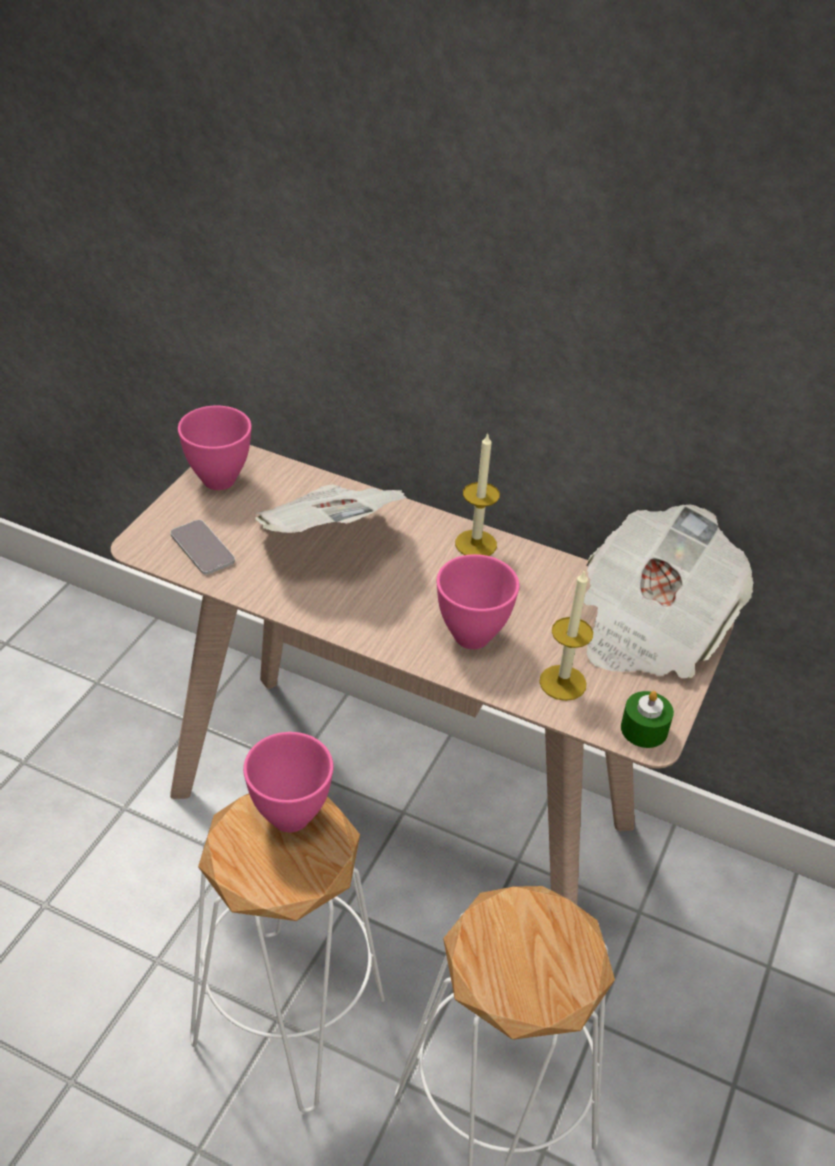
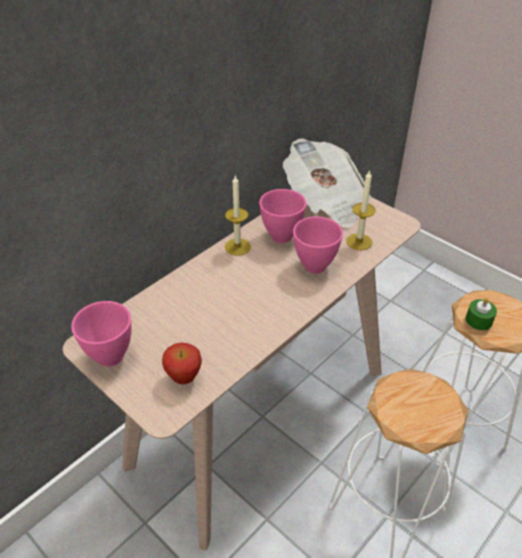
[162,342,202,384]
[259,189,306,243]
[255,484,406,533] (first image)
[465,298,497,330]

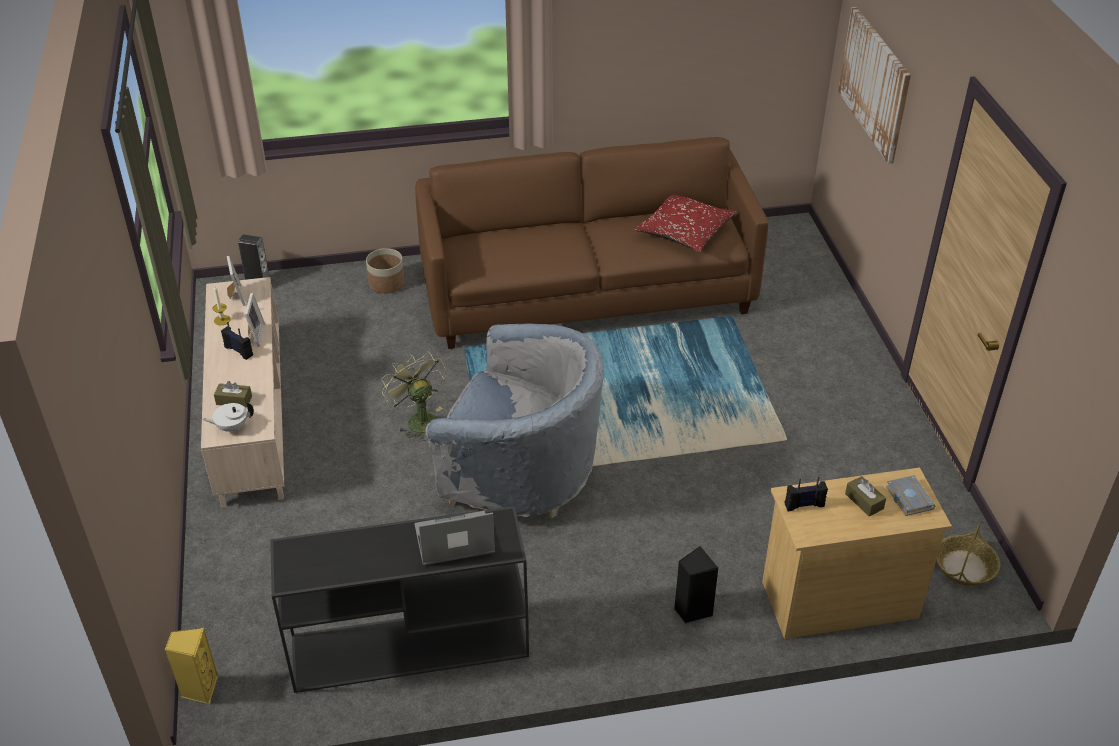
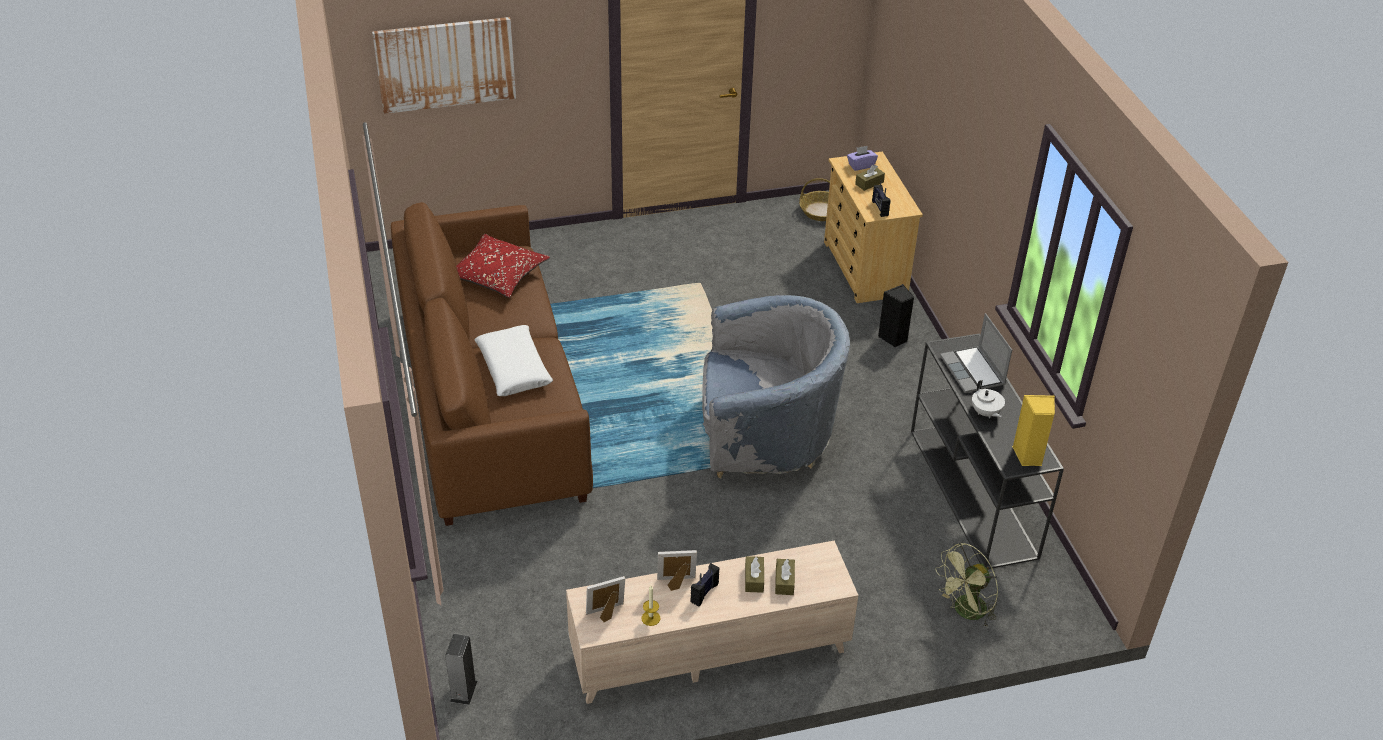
[1012,395,1055,466]
[972,380,1005,418]
[366,248,405,294] (first image)
[935,543,998,626]
[702,295,850,479]
[847,146,878,171]
[475,325,553,396]
[745,556,764,593]

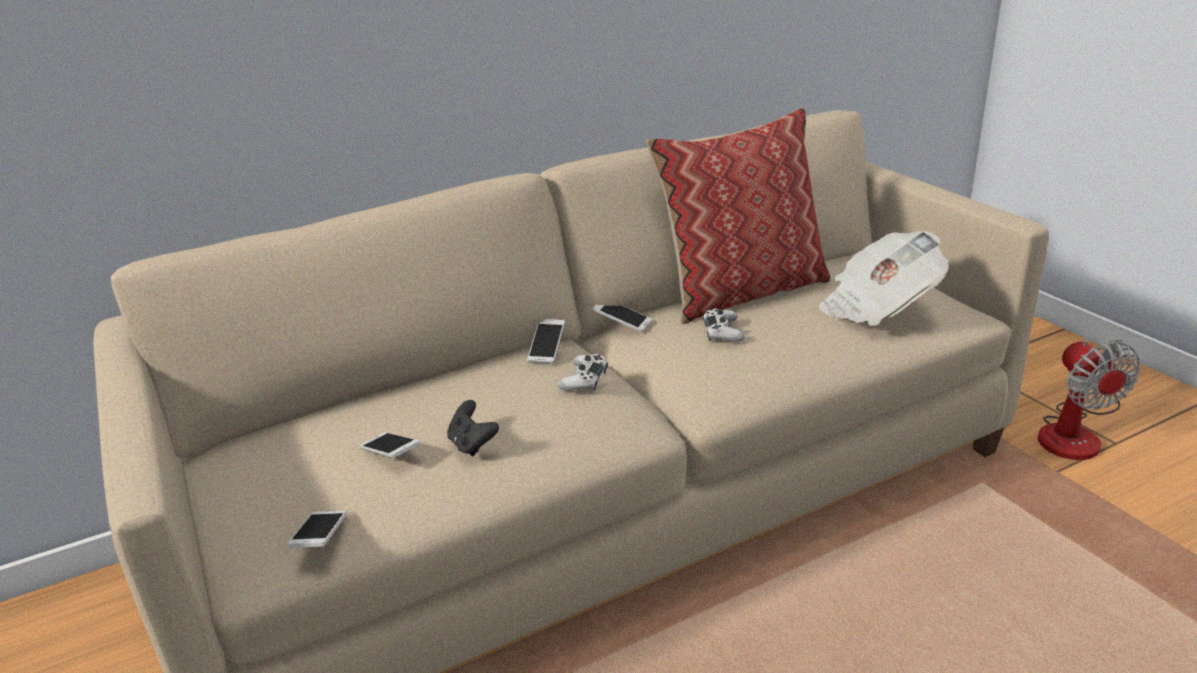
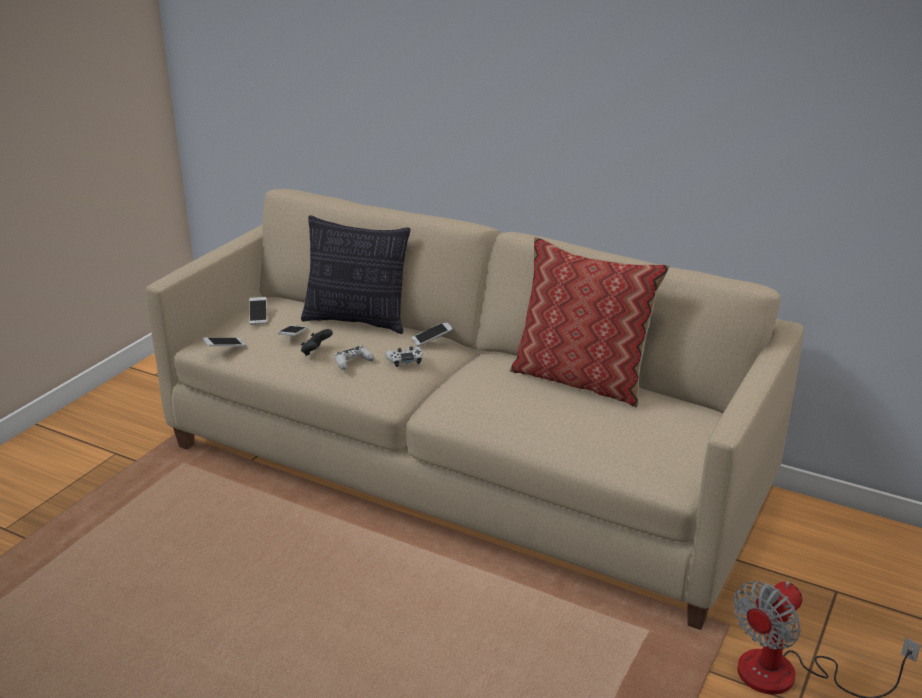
[249,297,267,325]
[335,346,374,370]
[819,231,949,326] (first image)
[301,215,410,334]

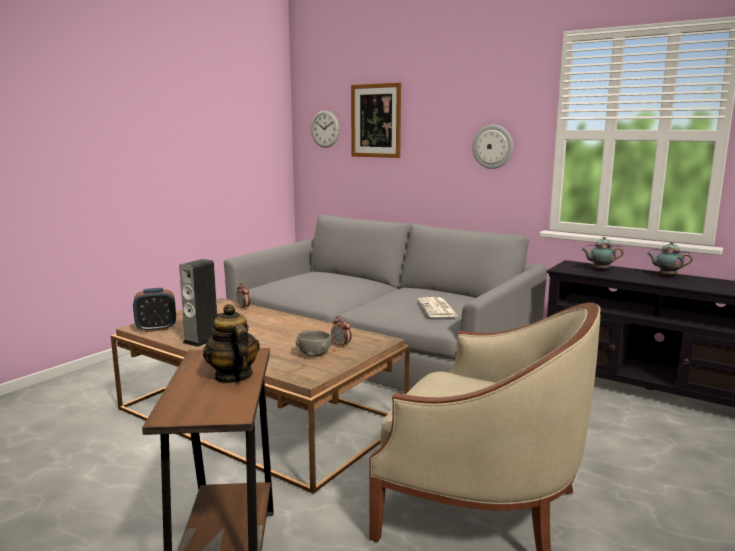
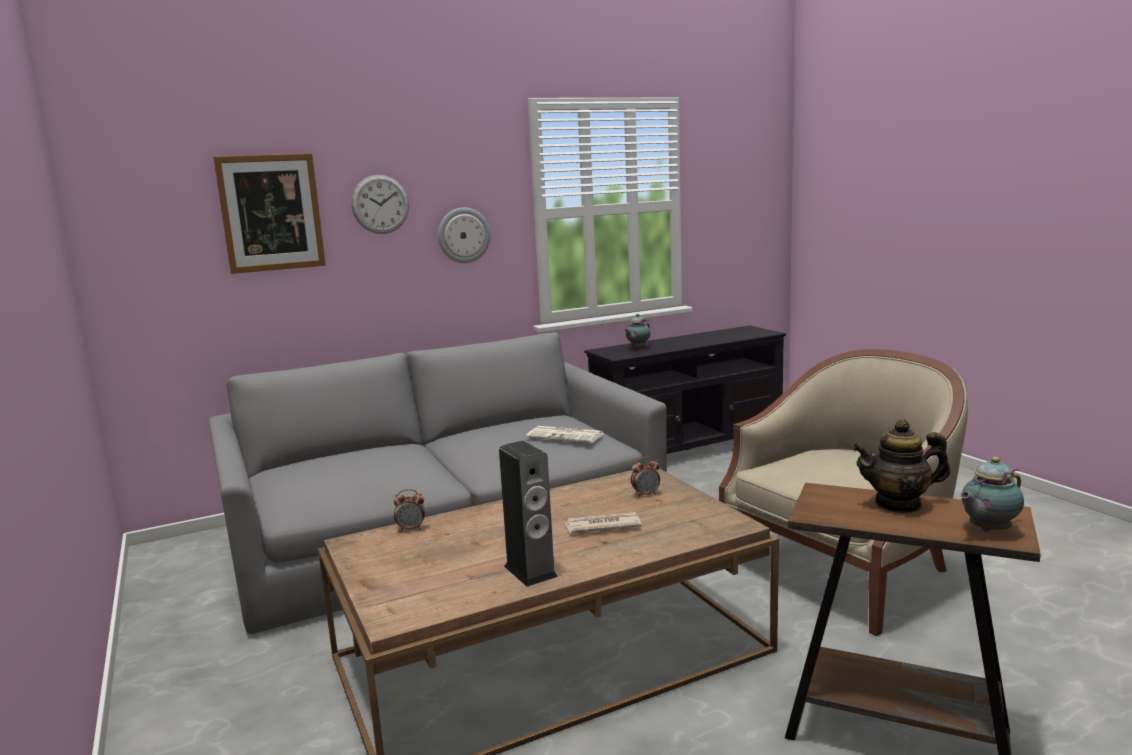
[133,288,176,332] (first image)
[296,330,331,357] (first image)
[351,175,409,234]
[960,457,1024,532]
[565,512,642,533]

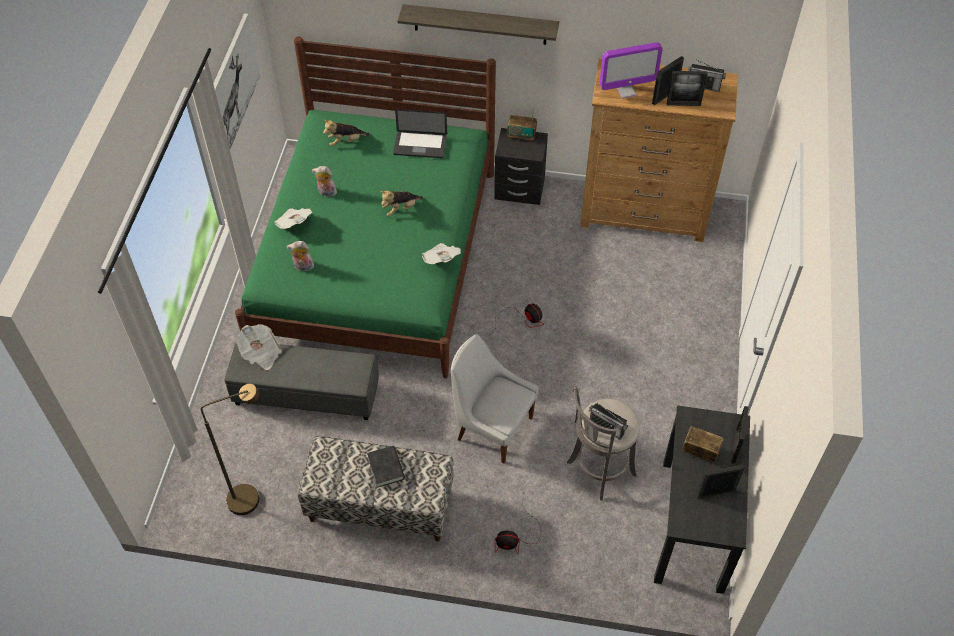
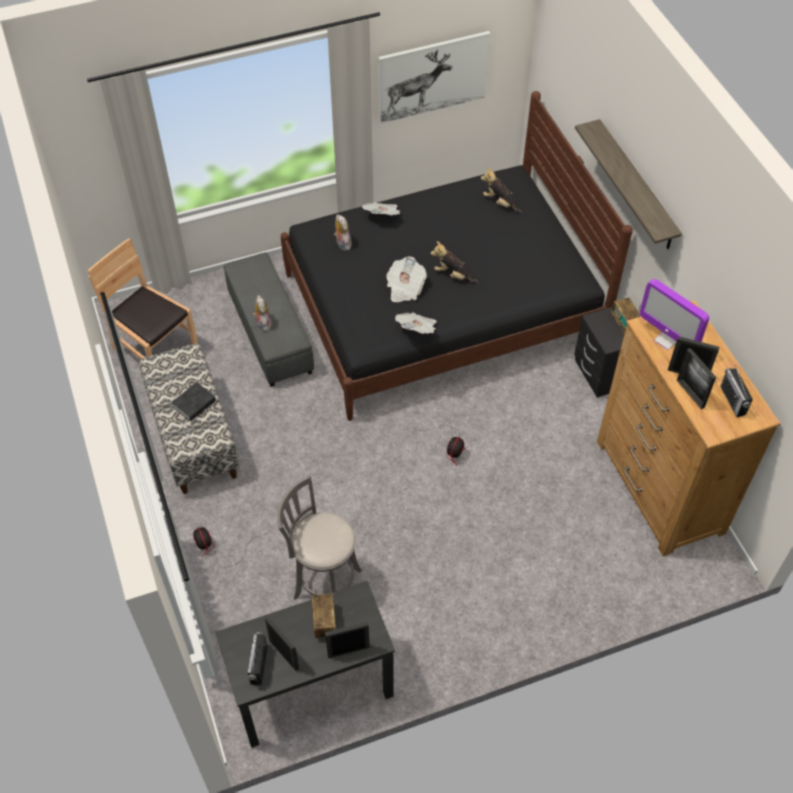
[87,238,198,359]
[280,91,633,421]
[386,256,427,302]
[253,295,272,331]
[393,109,447,158] (first image)
[451,334,539,463] (first image)
[248,632,267,685]

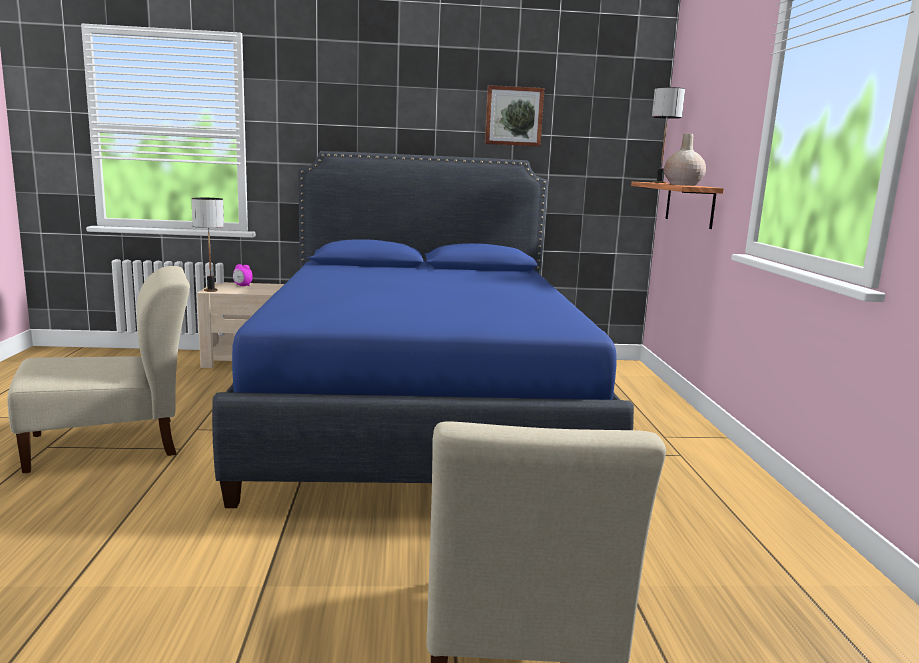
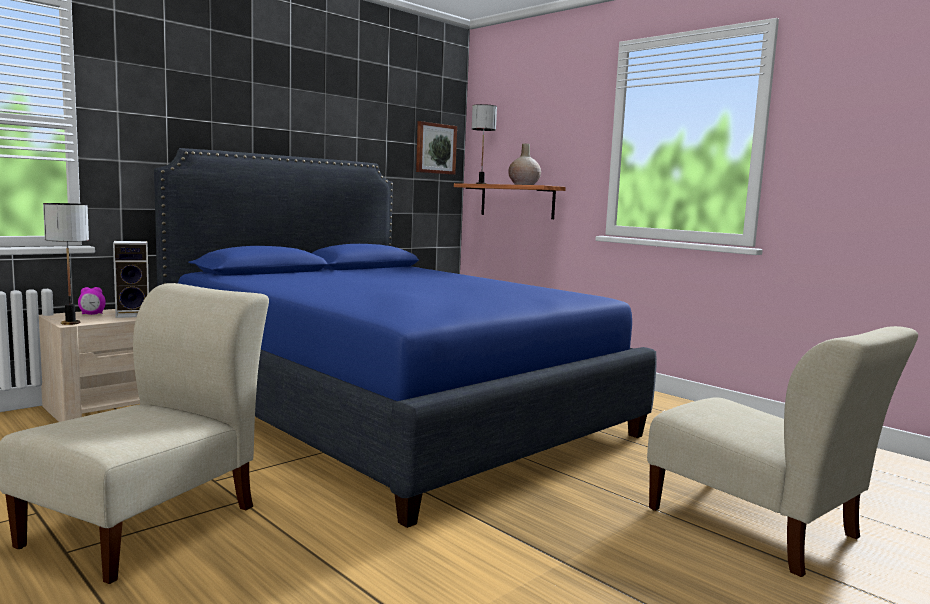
[416,121,457,175]
[113,241,149,318]

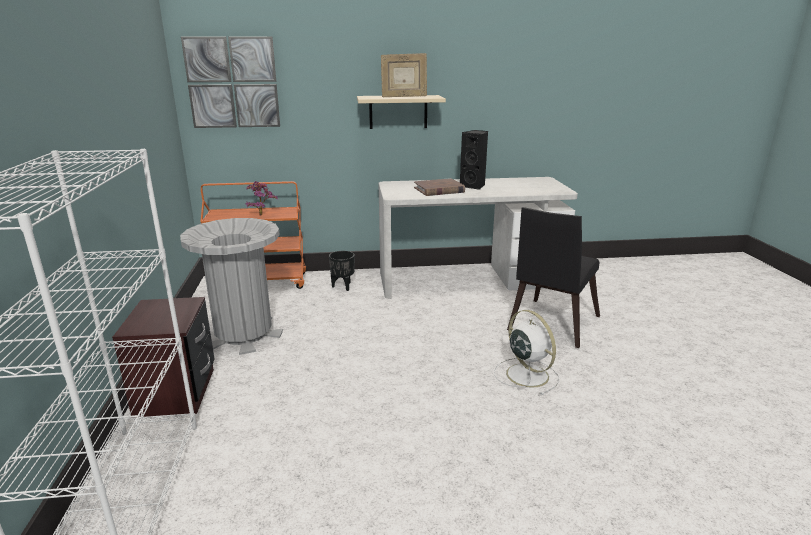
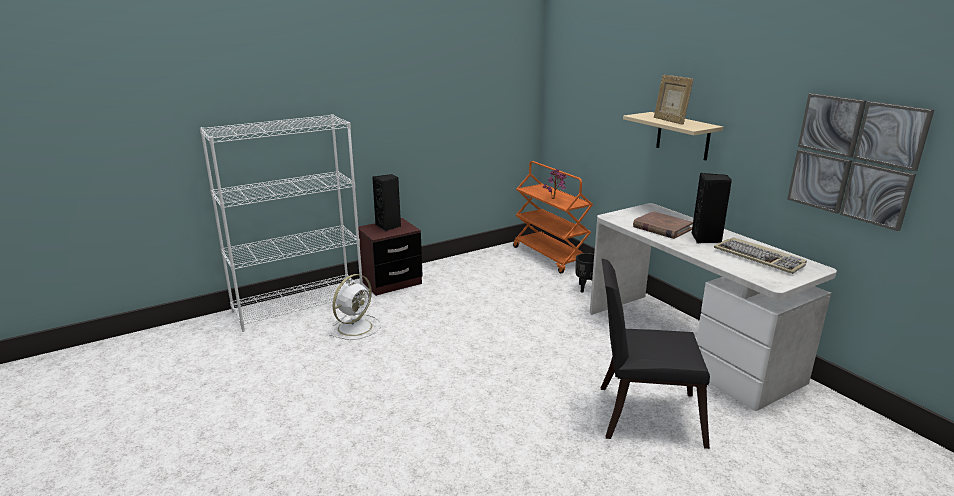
[180,218,283,355] (first image)
[787,93,934,231]
[329,274,381,340]
[372,174,401,231]
[714,237,807,274]

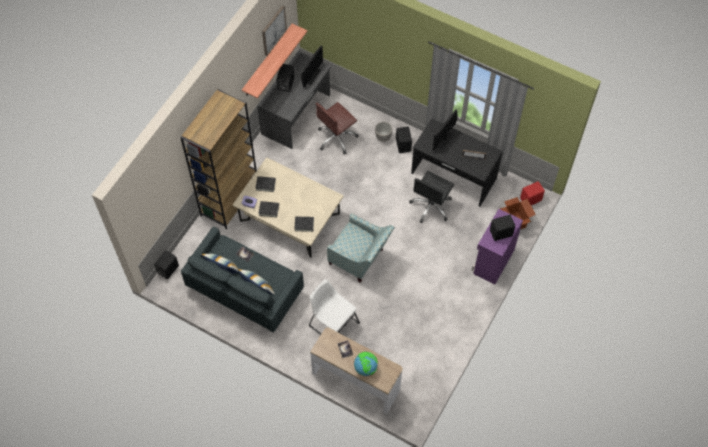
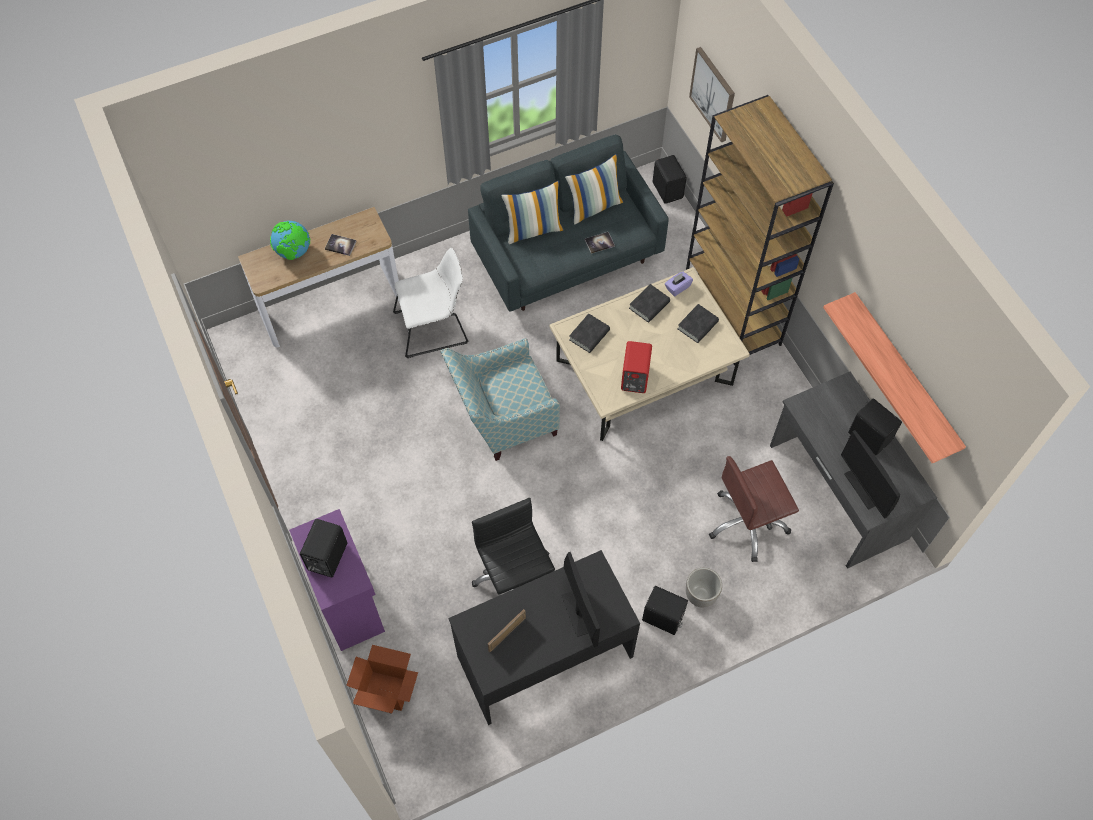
[689,47,735,142]
[709,456,799,562]
[621,341,652,393]

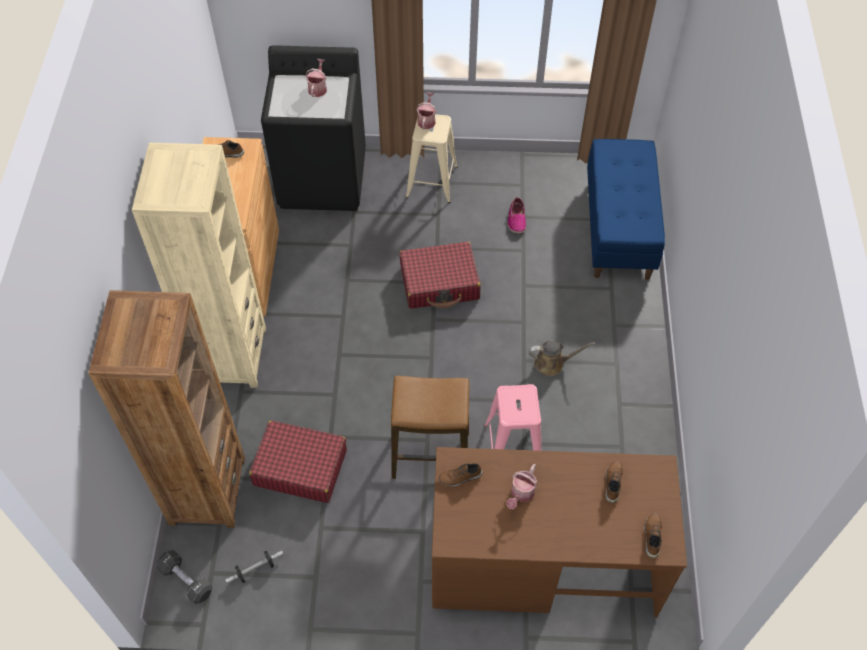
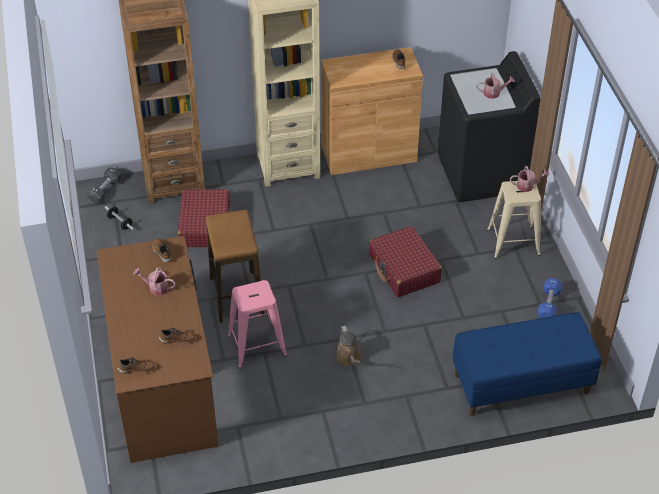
[508,197,526,233] (first image)
[537,278,562,318]

